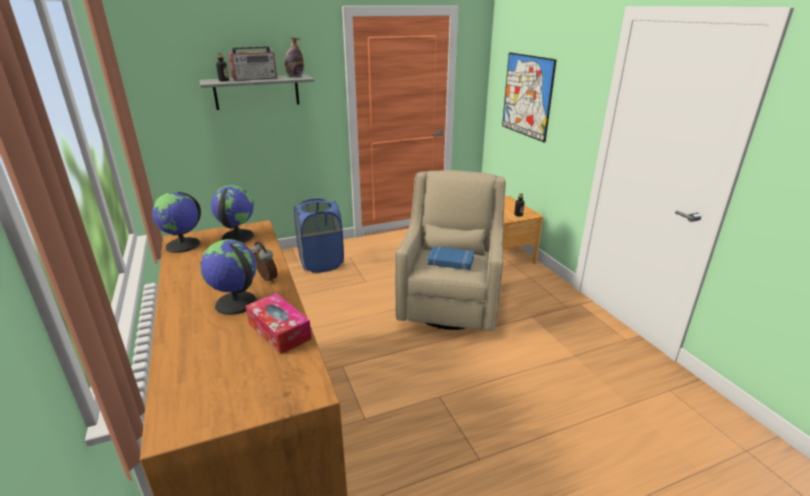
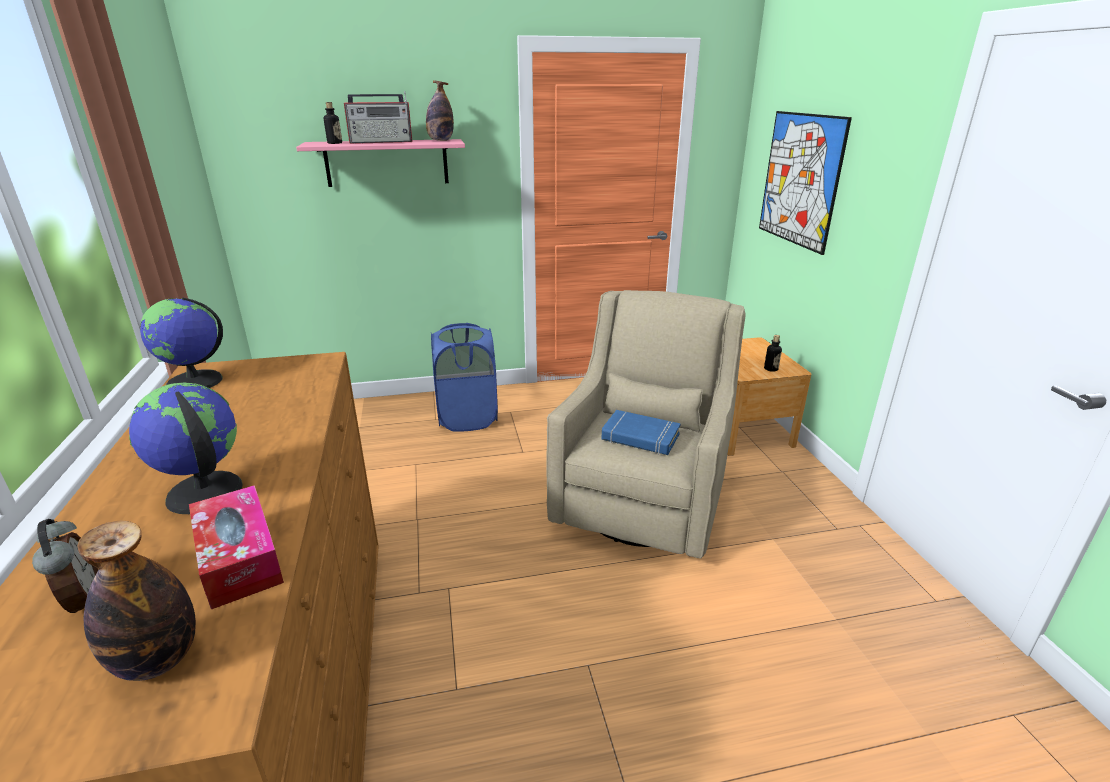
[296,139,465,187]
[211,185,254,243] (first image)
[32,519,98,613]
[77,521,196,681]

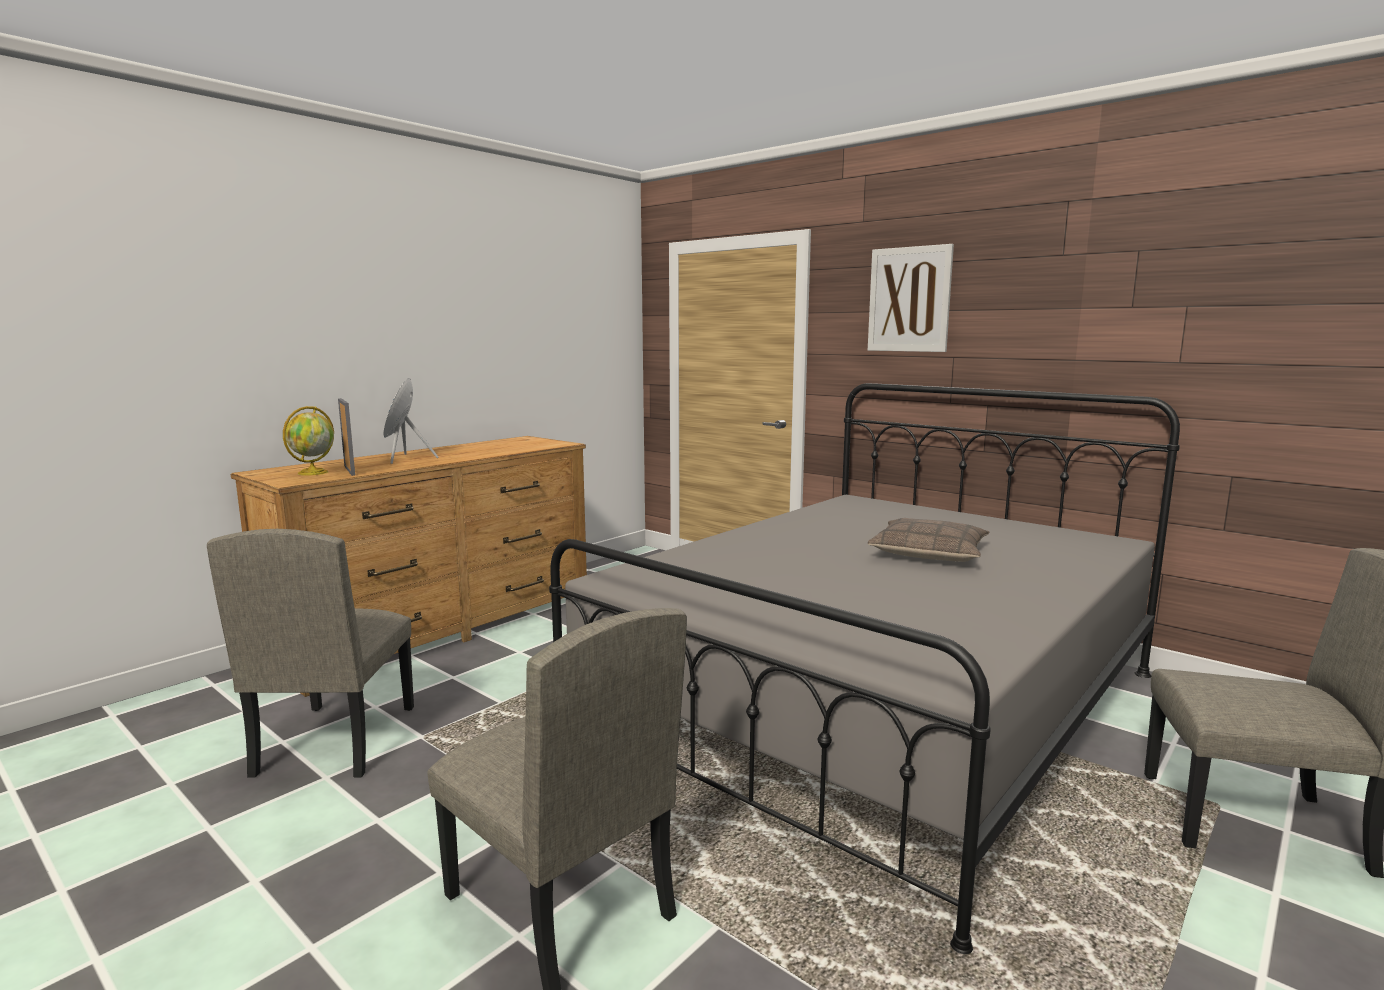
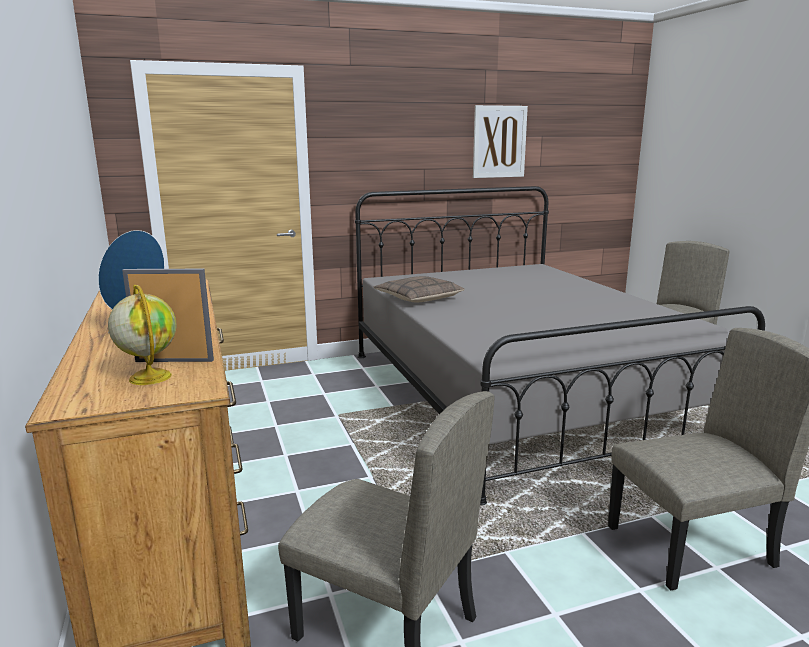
[374,276,465,302]
[473,105,528,178]

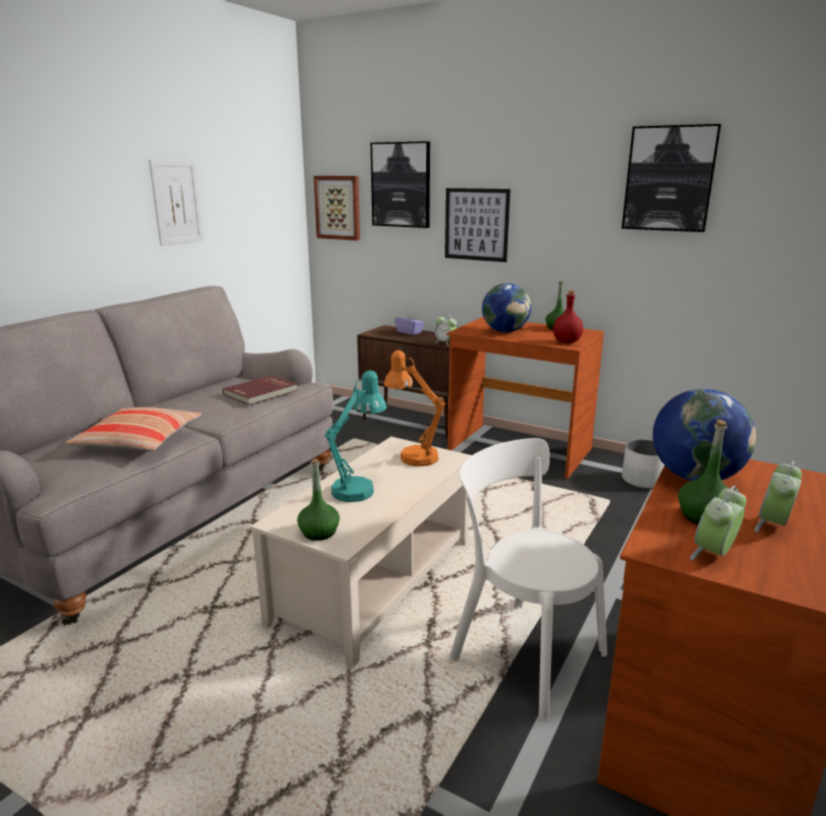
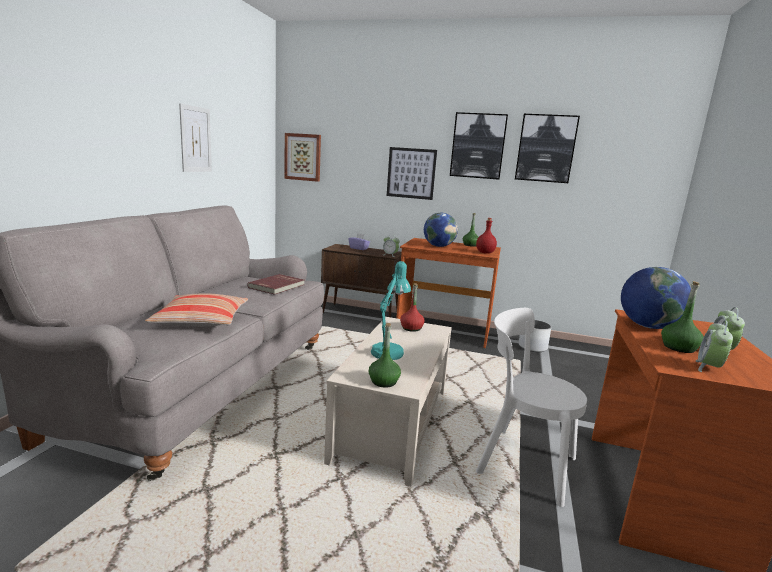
[450,112,508,180]
[400,283,425,332]

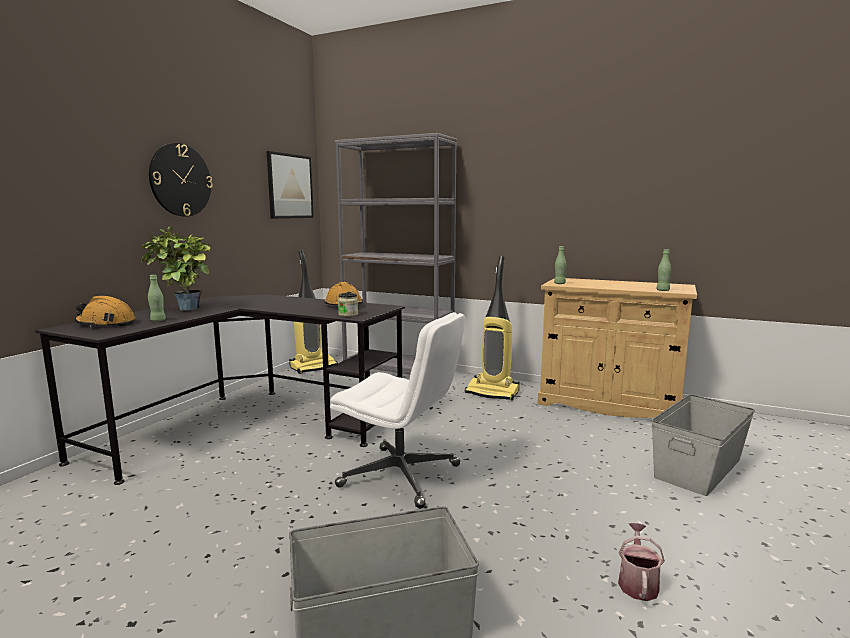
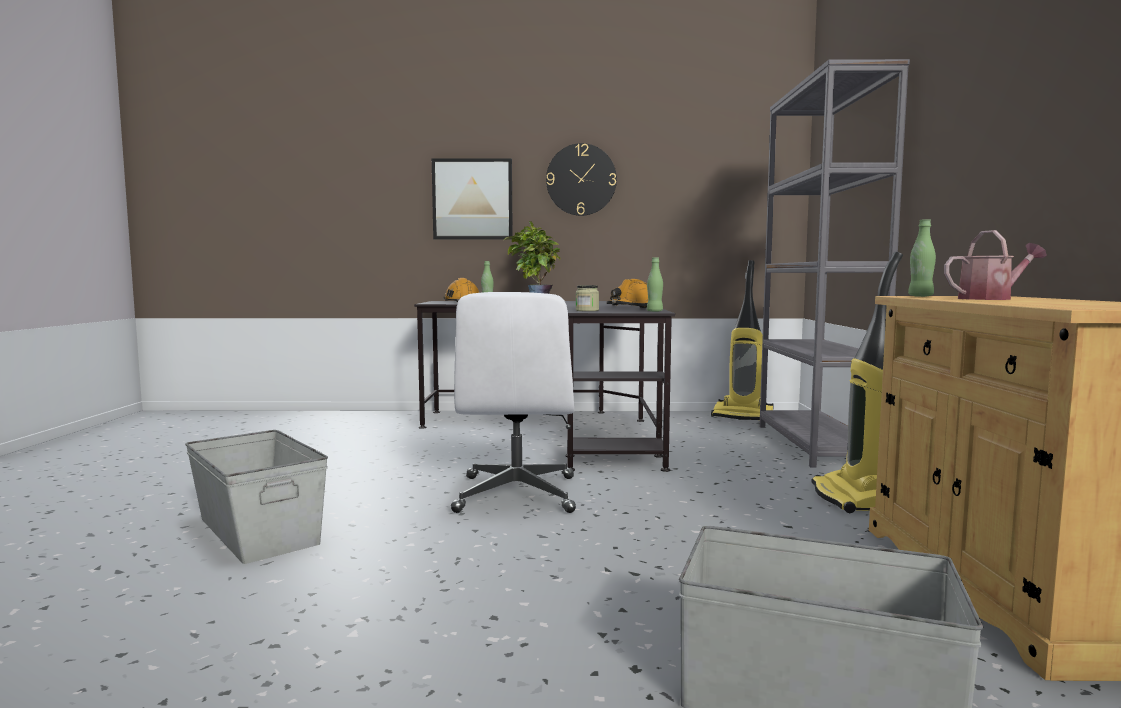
[432,158,513,240]
[944,230,1047,300]
[647,257,663,312]

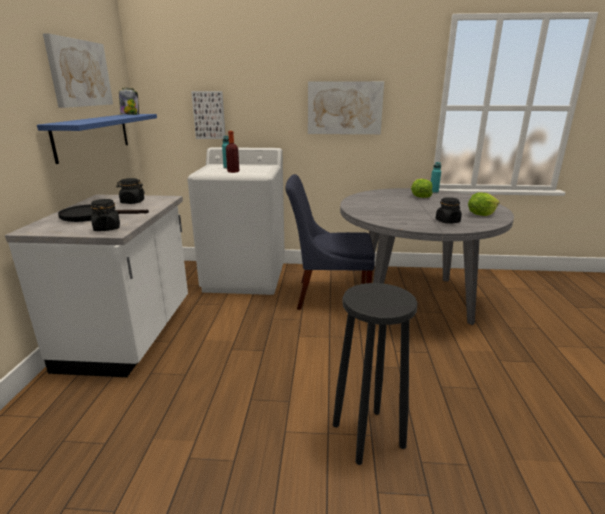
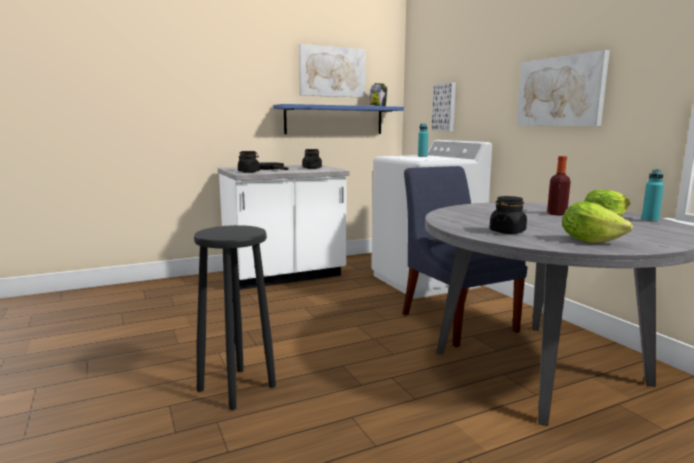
[547,156,571,215]

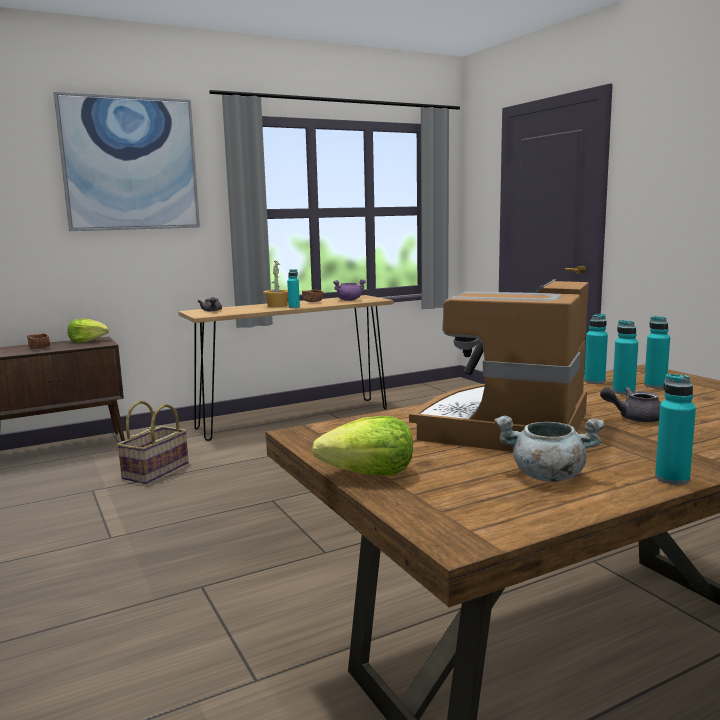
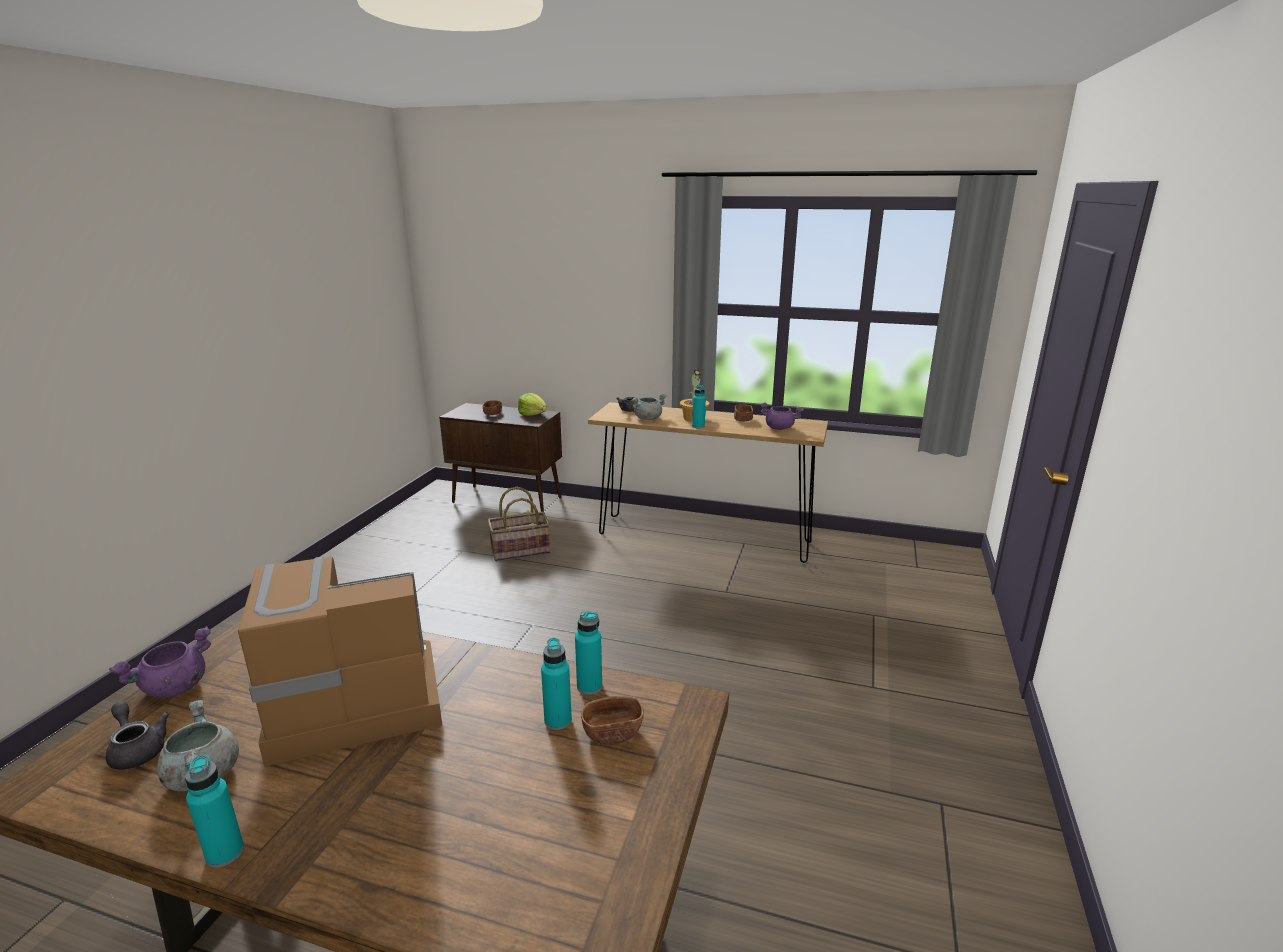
[54,92,200,231] (first image)
[109,626,211,698]
[105,702,170,770]
[581,696,644,745]
[631,394,667,420]

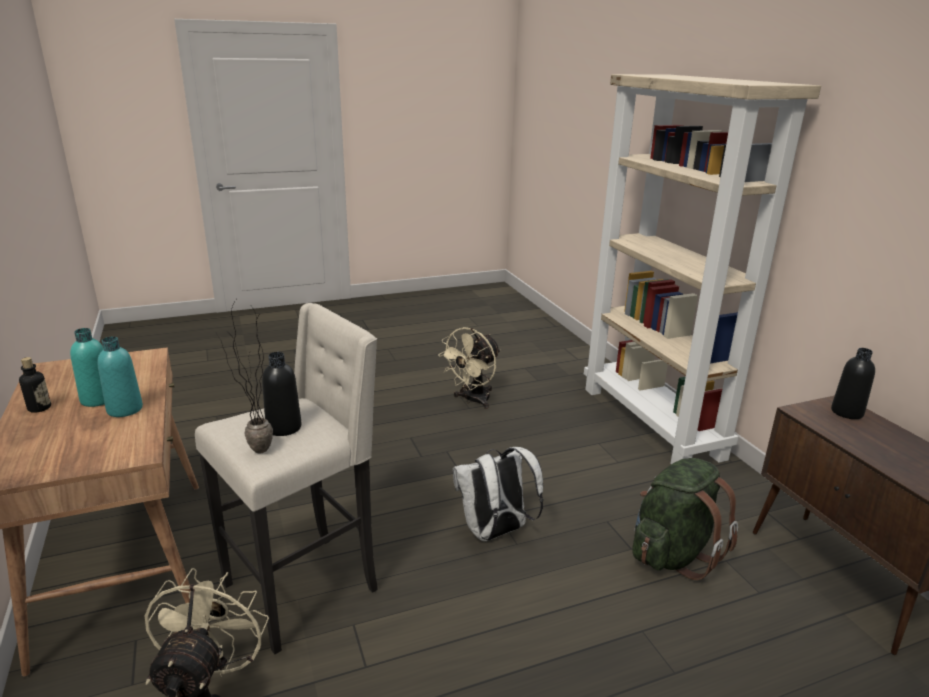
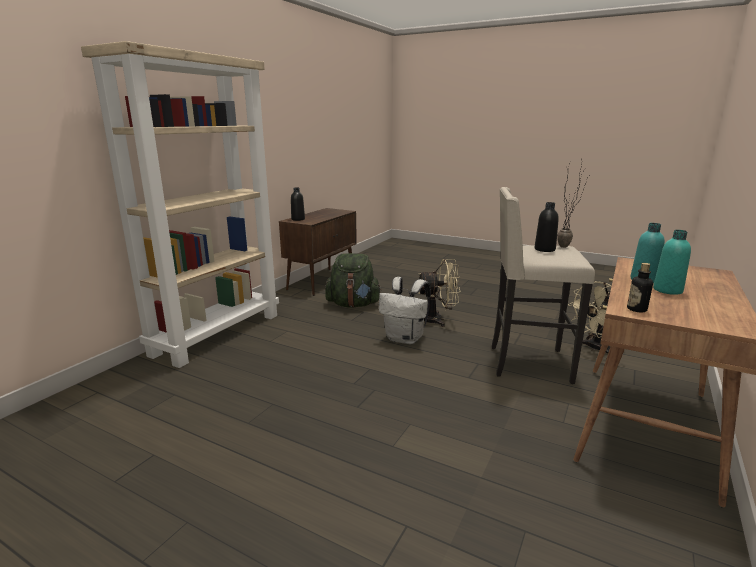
[627,263,653,312]
[418,259,461,327]

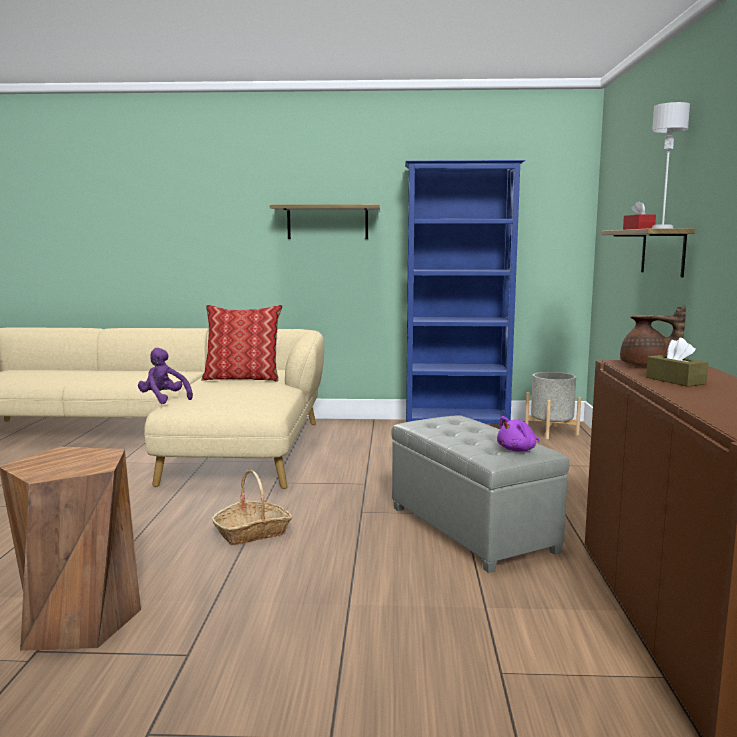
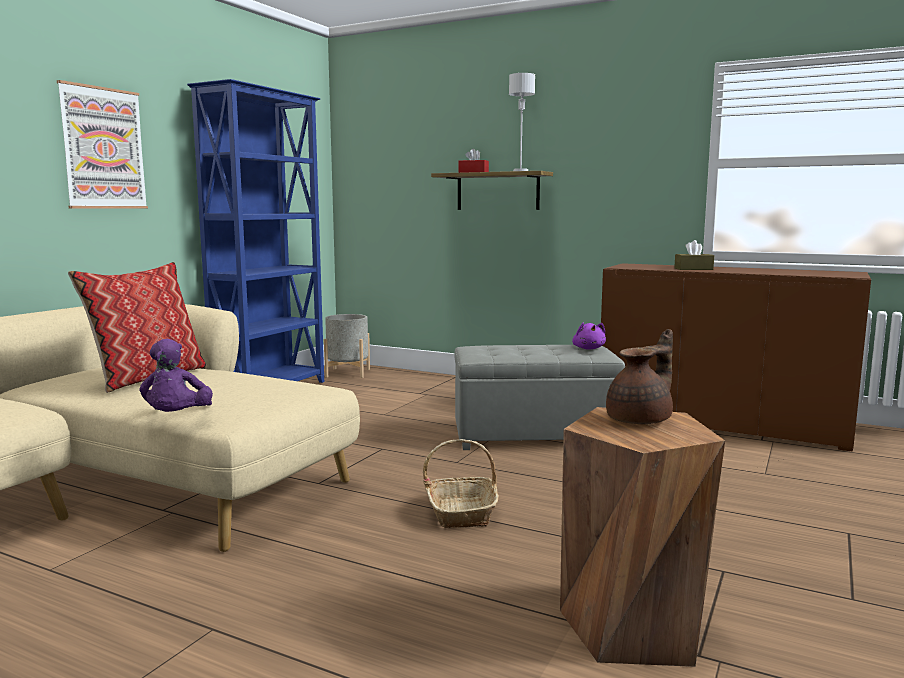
[139,339,213,412]
[57,80,148,208]
[606,329,673,424]

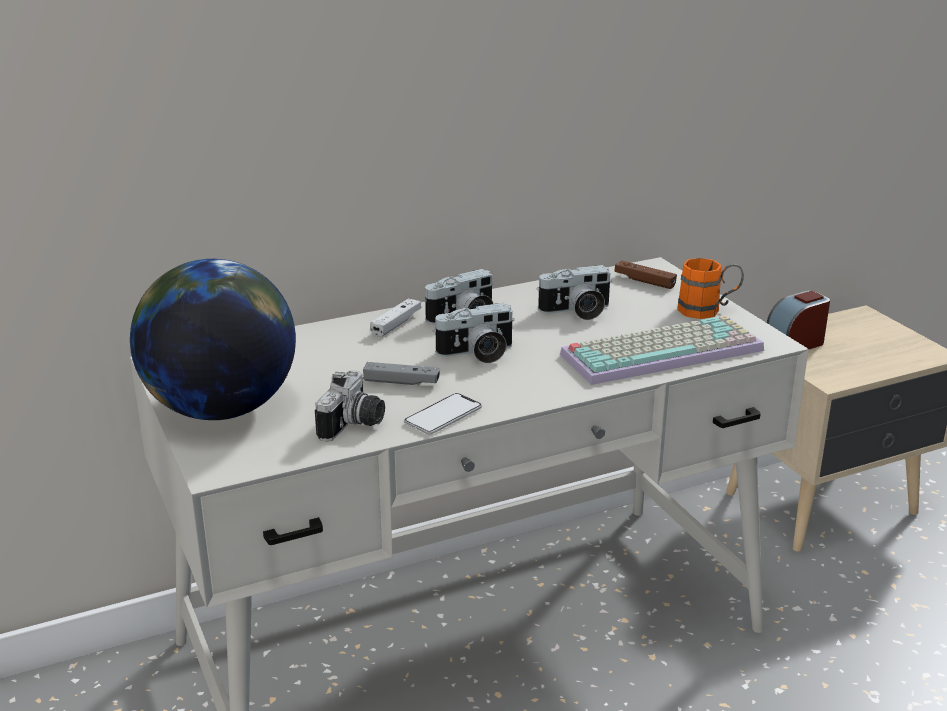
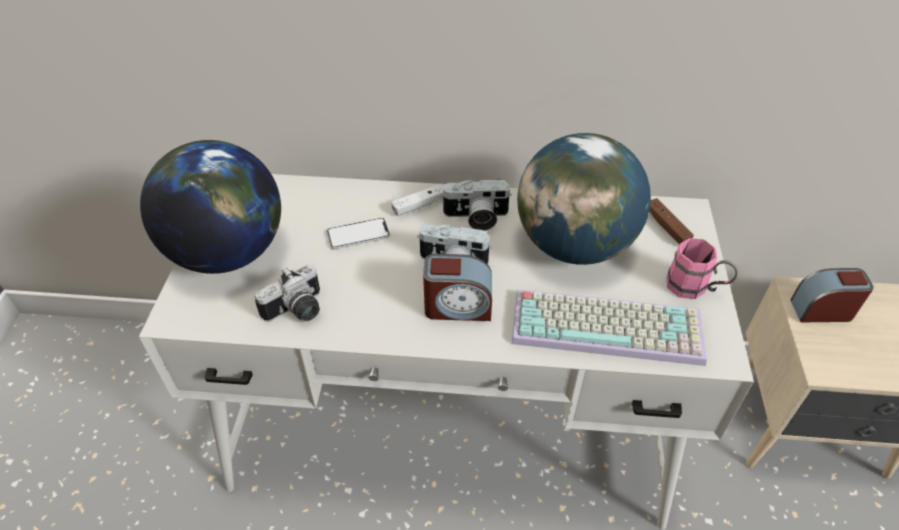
[363,362,440,386] (first image)
[327,218,390,249]
[517,133,651,265]
[666,238,738,299]
[423,254,492,321]

